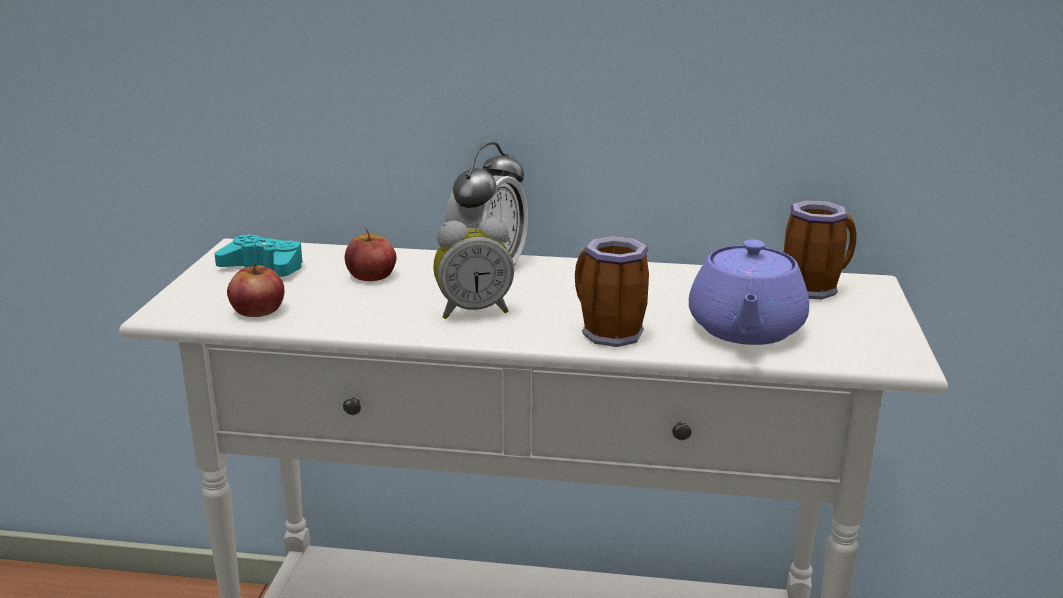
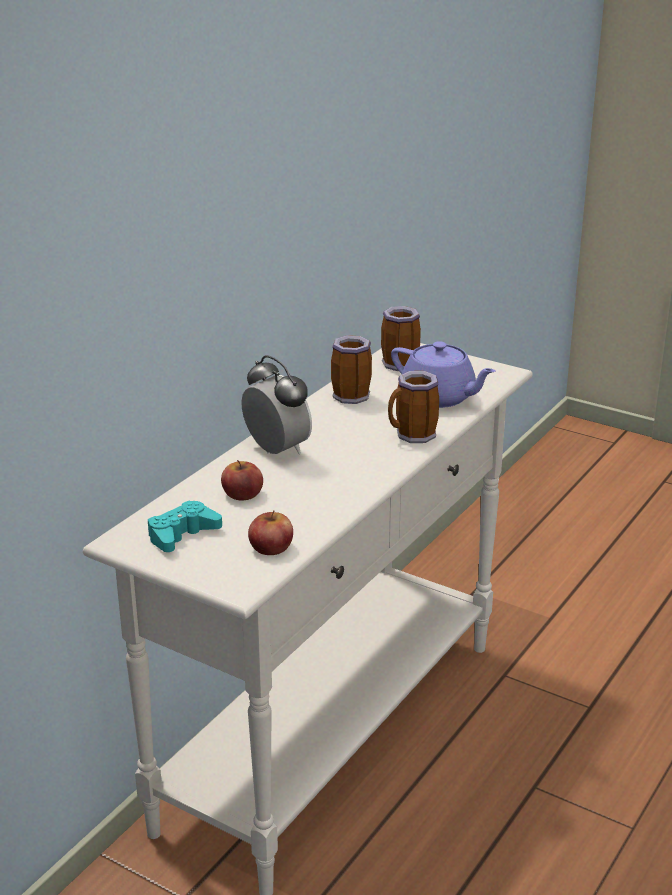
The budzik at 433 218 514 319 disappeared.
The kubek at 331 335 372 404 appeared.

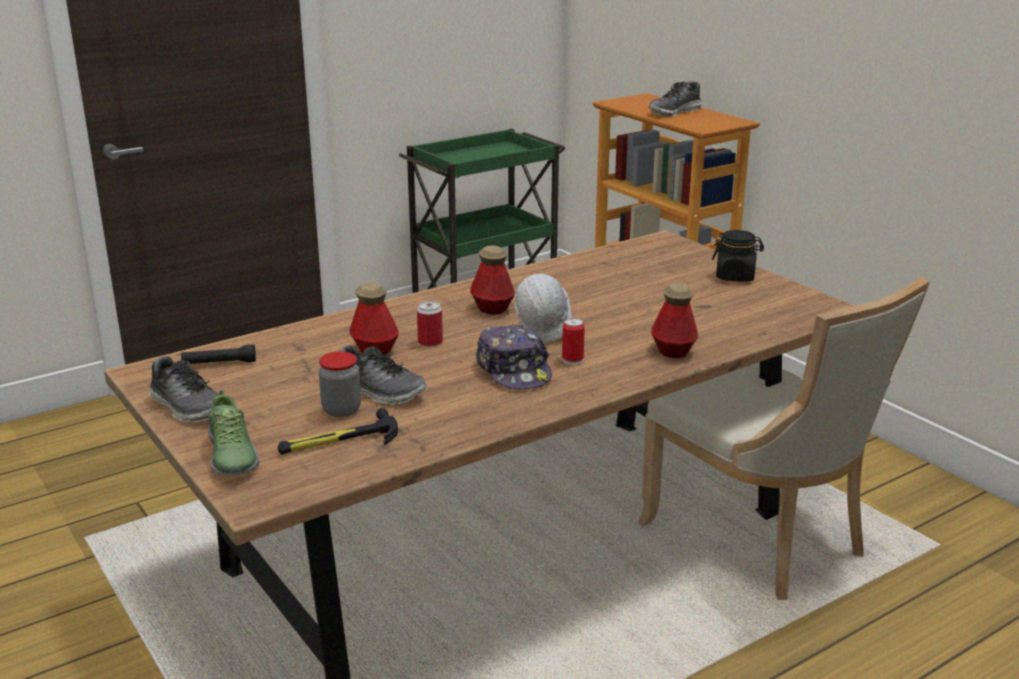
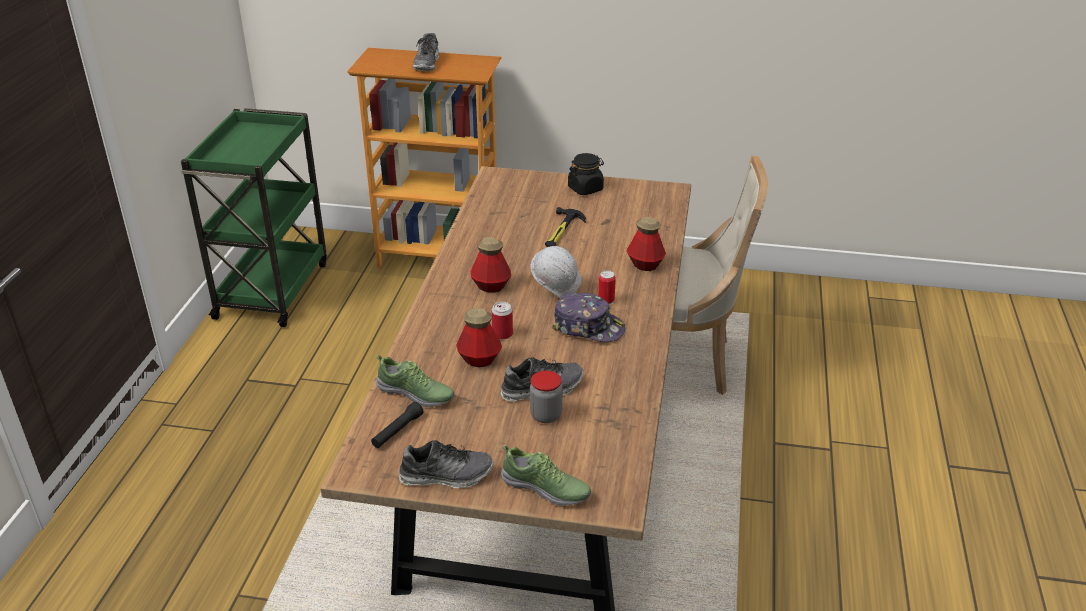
The but at 376 355 454 407 appeared.
The młotek moved from 278 408 398 455 to 545 207 586 247.

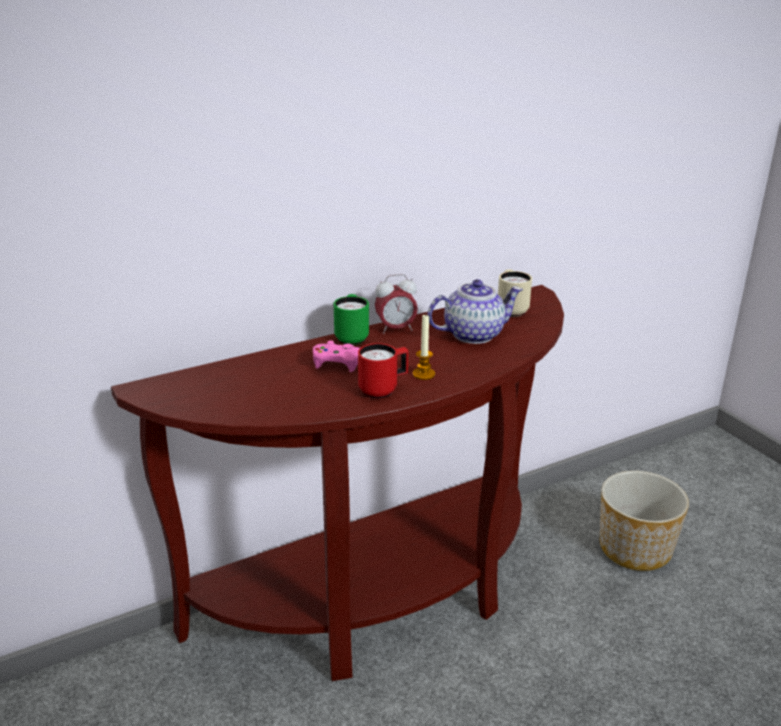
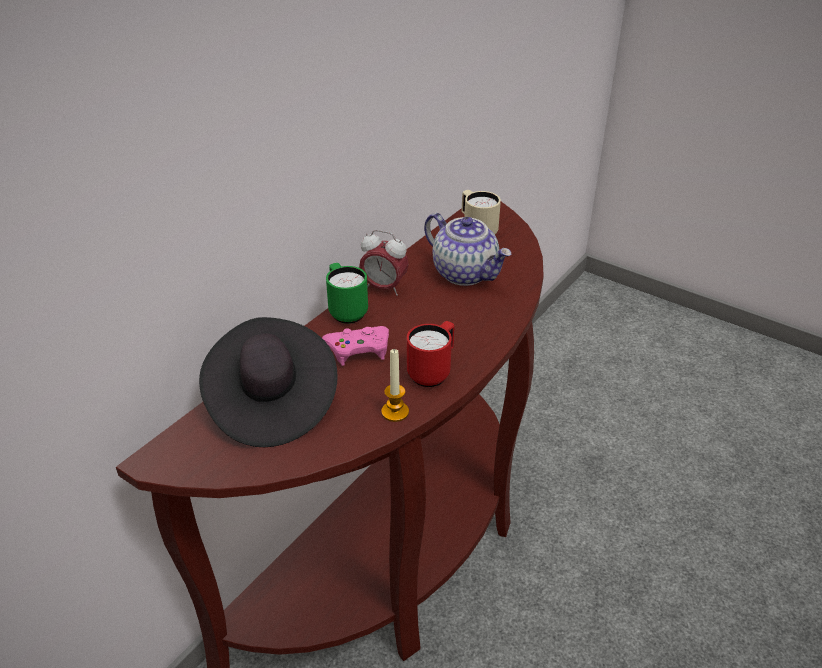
The donica at 600 471 689 571 disappeared.
The kapelusz/czarny at 199 317 338 447 appeared.
The świeca moved from 413 313 435 380 to 381 349 409 422.
The budzik at 375 274 418 334 turned 60 degrees clockwise.
The imbryk at 427 279 523 344 turned 90 degrees clockwise.

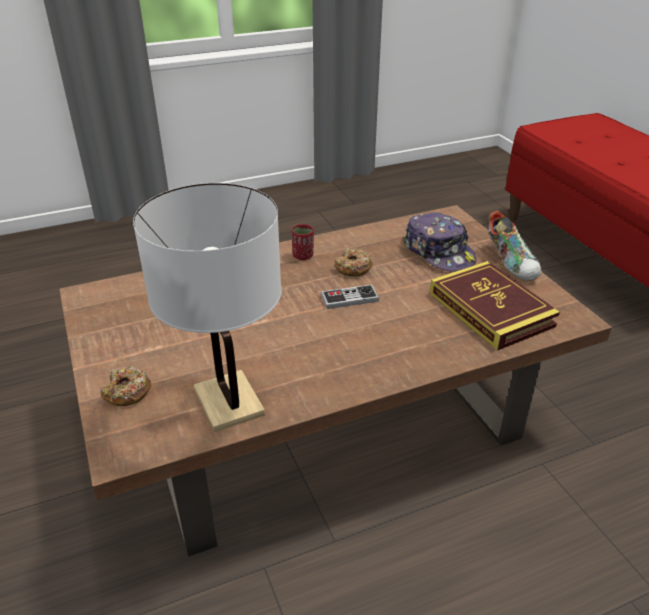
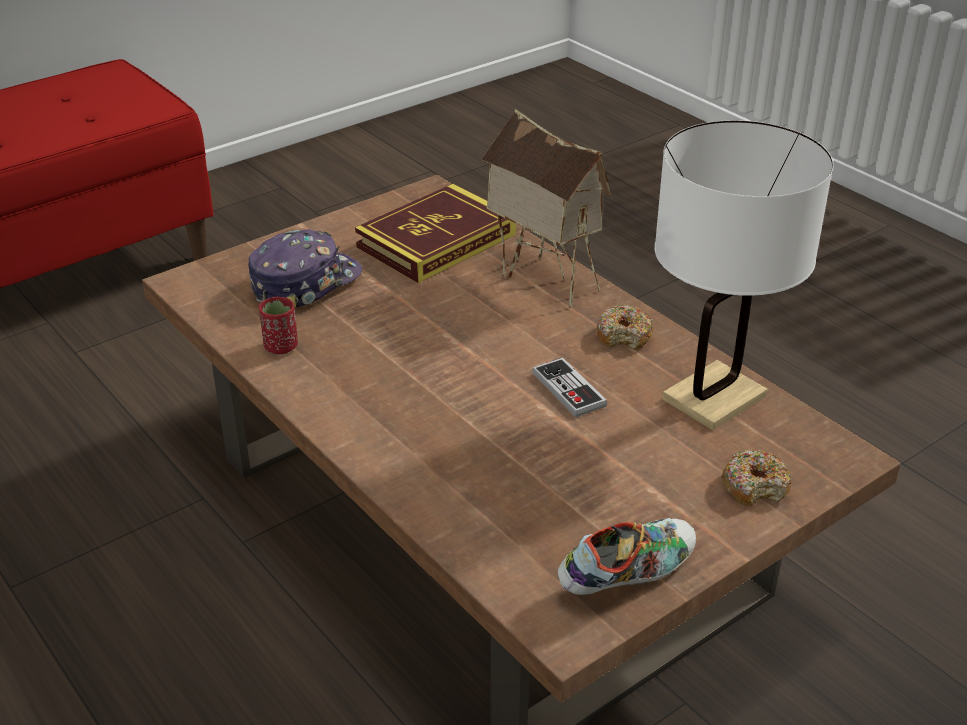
The domek at 481 109 611 308 appeared.
The filiżanka/czerwony moved from 292 224 314 260 to 259 297 298 354.
The pad do gier moved from 321 284 379 309 to 532 357 607 417.
The donut moved from 334 249 372 276 to 596 304 653 350.
The but moved from 489 211 542 281 to 558 518 696 595.

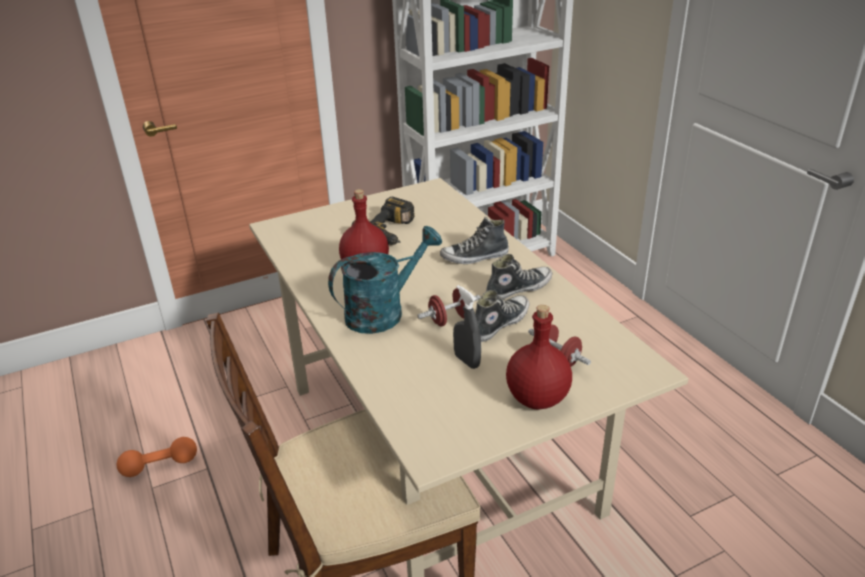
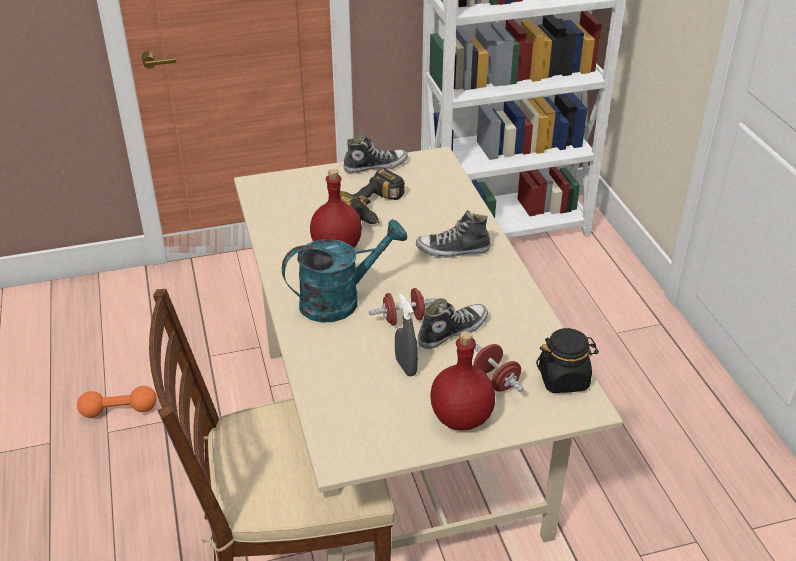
The słoik/czarny at 536 328 599 393 appeared.
The but moved from 486 254 552 300 to 343 133 408 173.

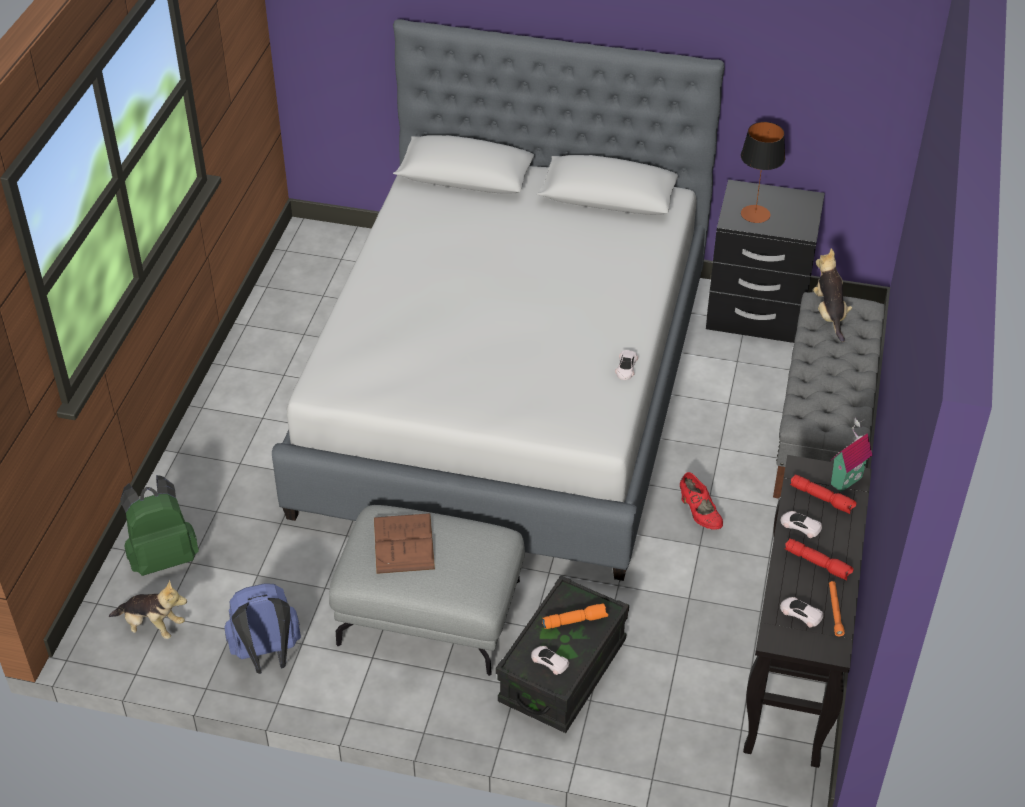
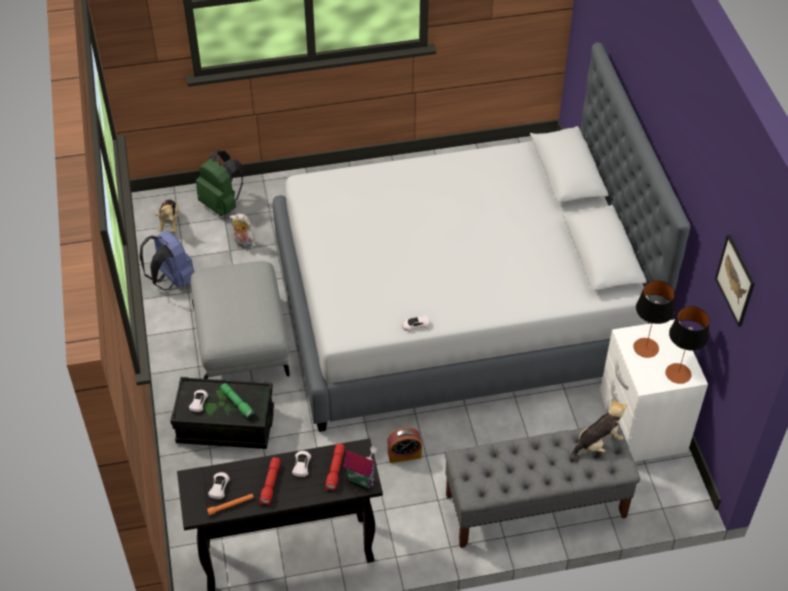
The książka/brązowy at 374 513 435 574 disappeared.
The pluszak at 229 213 256 249 appeared.
The lampa stołowa at 665 306 710 384 appeared.
The obraz at 715 235 755 327 appeared.
The but/czerwony at 680 472 723 530 was replaced by the budzik at 388 427 422 463.
The latarka/pomarańczowy at 542 603 608 629 became the latarka/zielony at 220 383 254 418.
The szafka nocna/czarny at 706 180 825 343 became the szafka nocna/biały at 600 319 708 462.

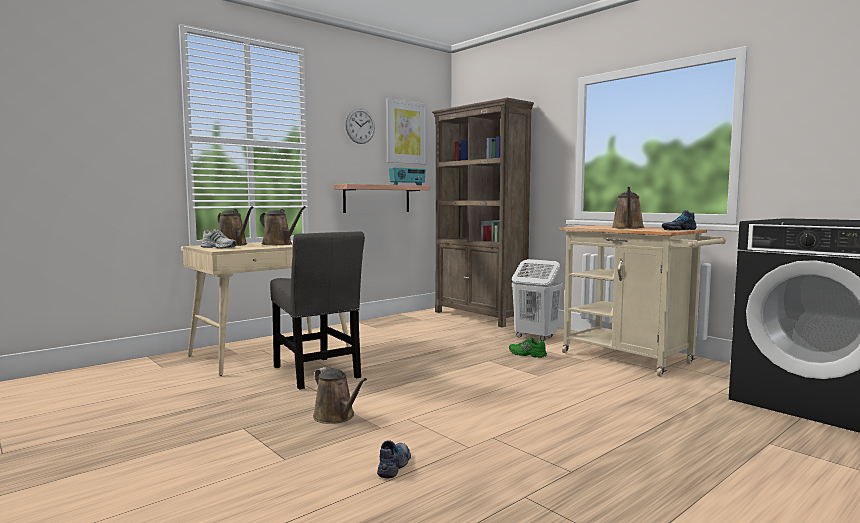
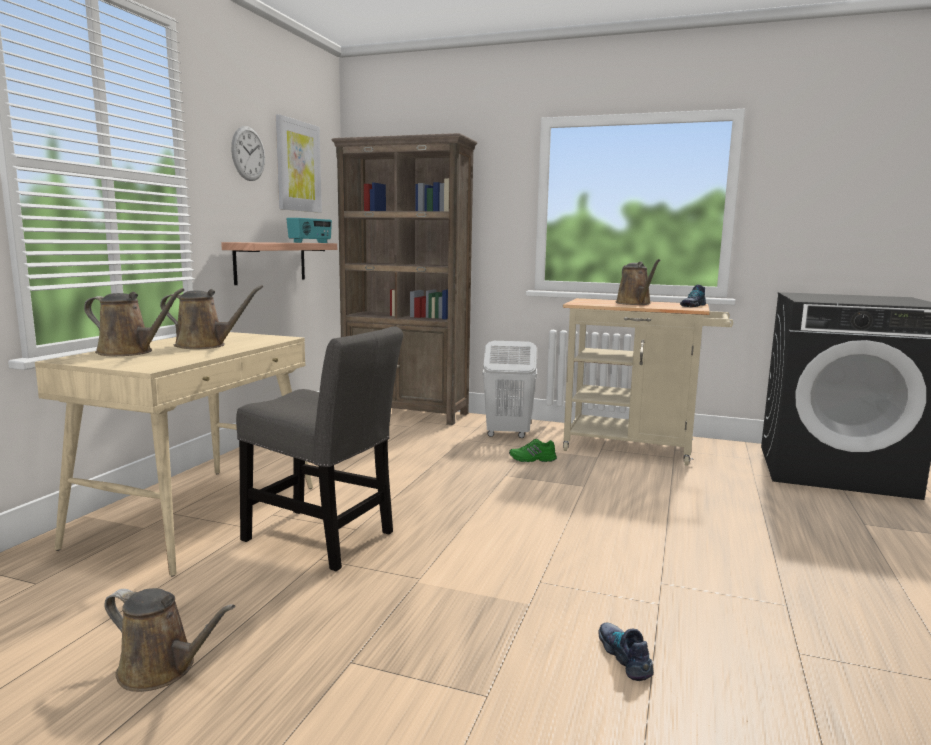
The but/biały at 201 229 236 248 disappeared.
The konewka/brązowy moved from 313 367 367 424 to 104 588 235 692.

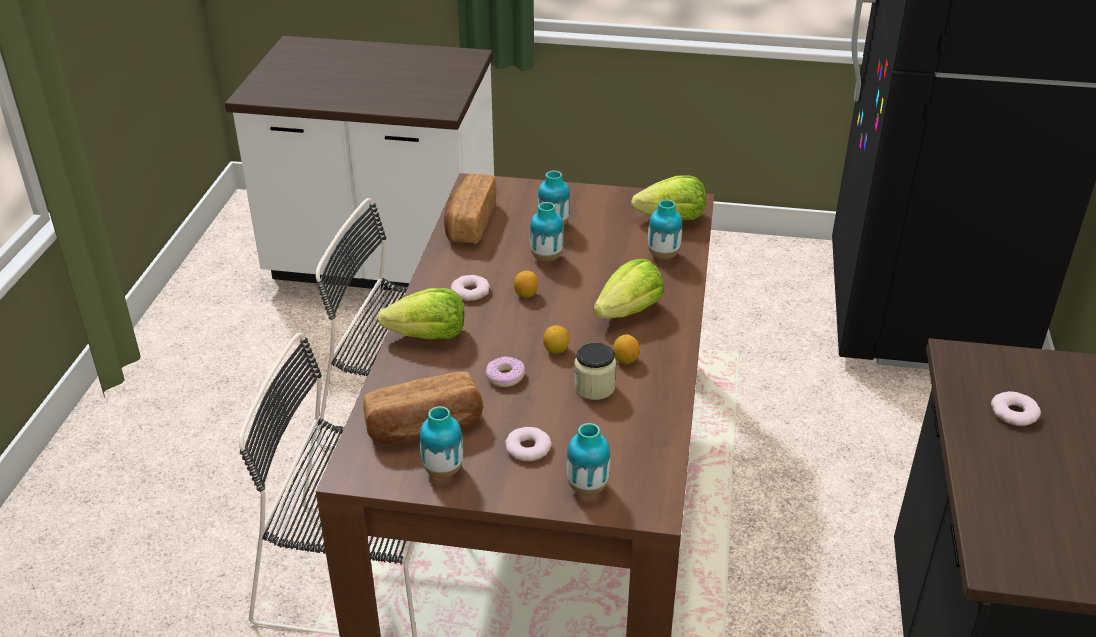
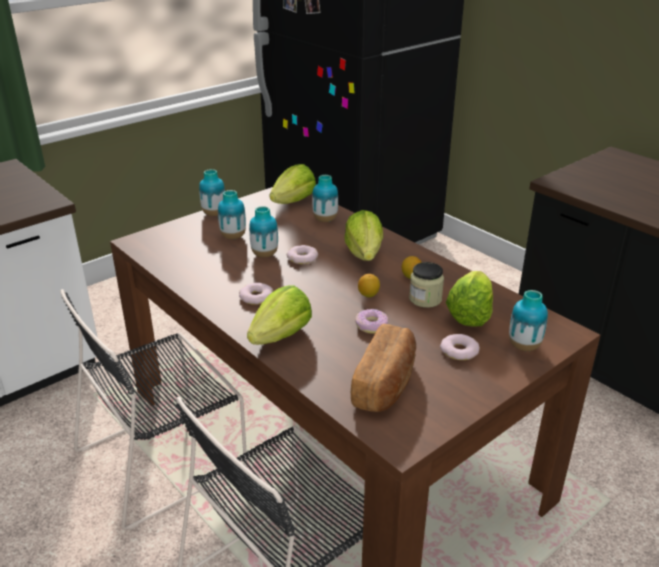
The chleb at 444 174 496 244 disappeared.
The cytryna at 514 271 538 298 disappeared.
The sałata at 446 271 493 327 appeared.
The wazon moved from 420 406 463 478 to 199 169 225 216.
The donut moved from 991 391 1041 426 to 287 245 318 264.

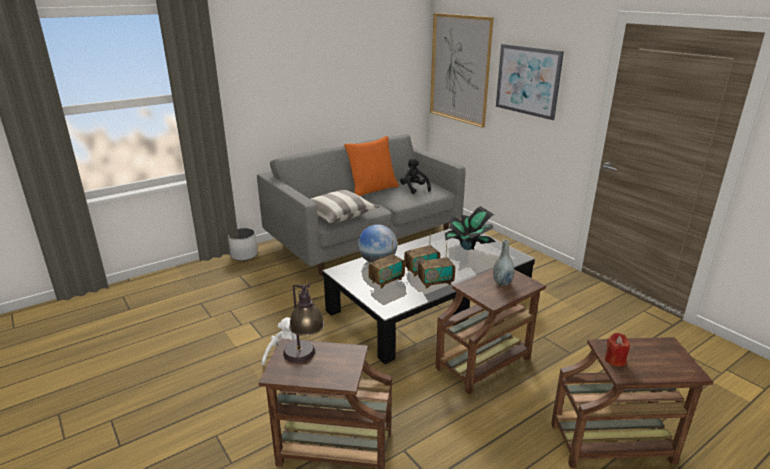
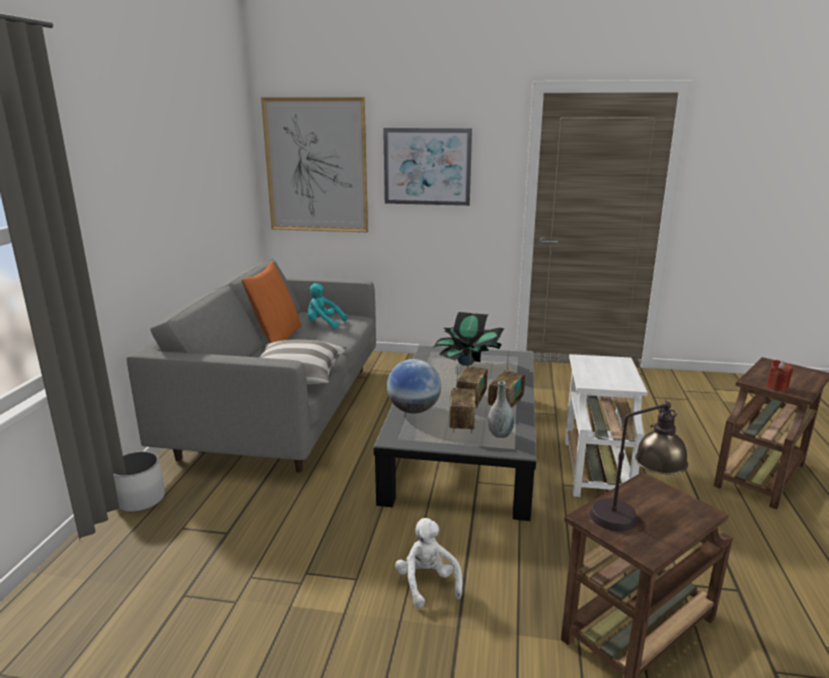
The wazon/szary moved from 493 239 515 286 to 488 381 514 438.
The pluszak/czarny at 400 158 431 194 became the pluszak/turkusowy at 308 283 347 328.
The stolik/brązowy at 435 269 546 395 became the stolik/biały at 565 354 648 497.

